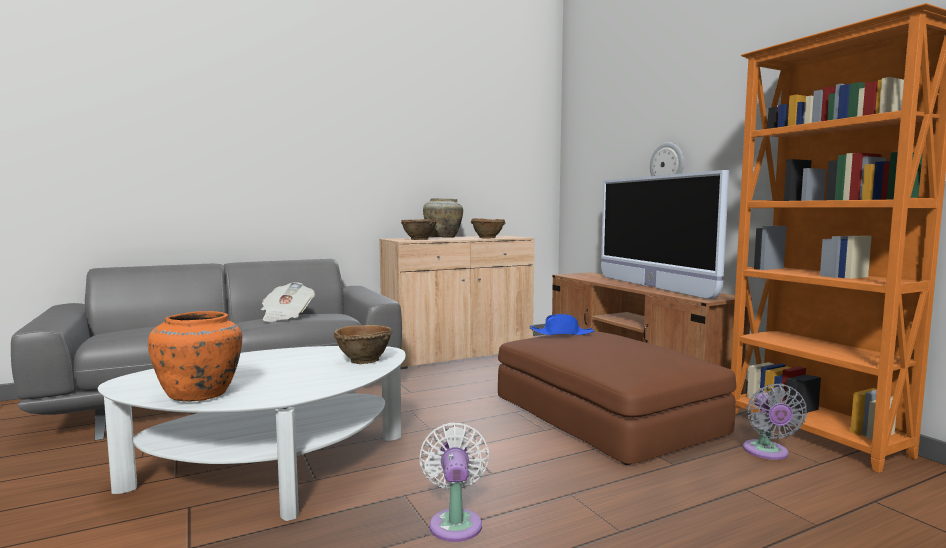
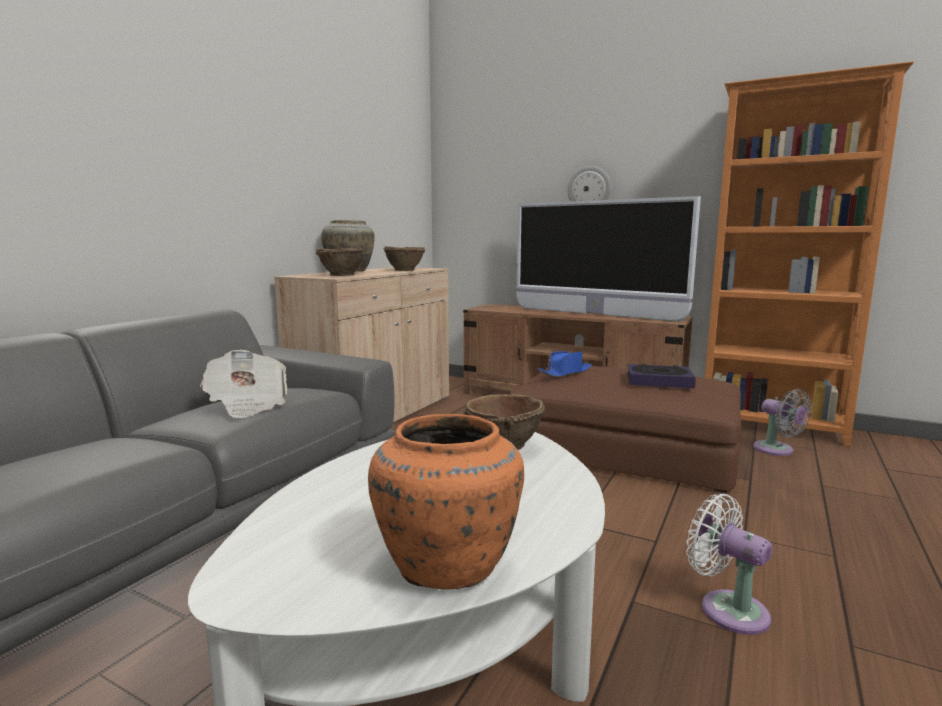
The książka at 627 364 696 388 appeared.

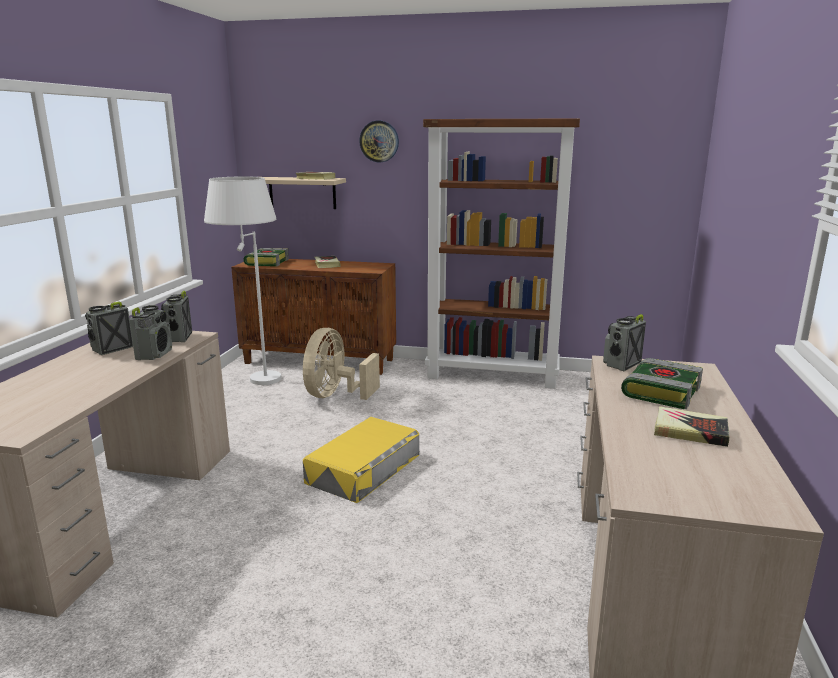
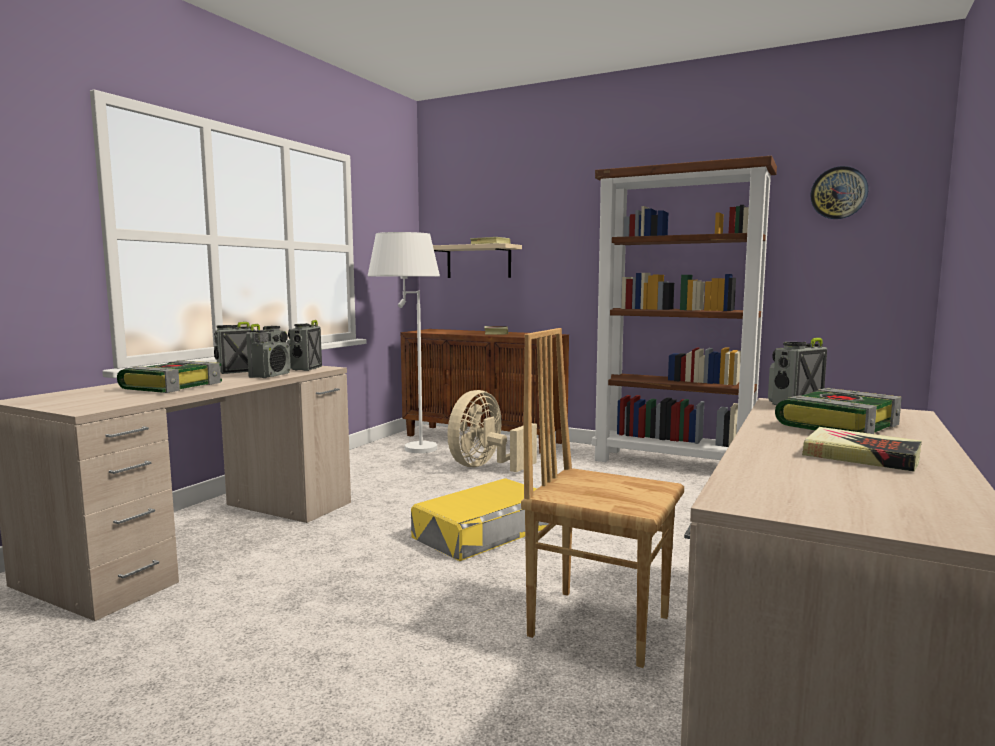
The krzesło/brązowy at 521 328 684 668 appeared.
The książka moved from 244 248 289 266 to 117 360 222 393.
The zegar ścienny moved from 359 121 399 162 to 811 166 868 219.

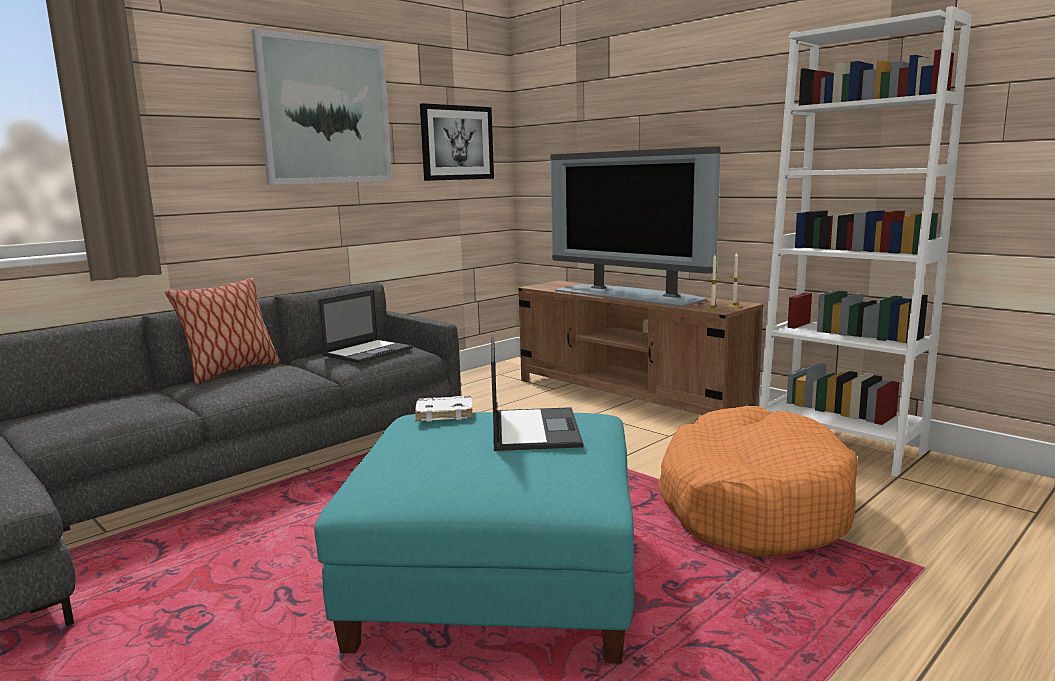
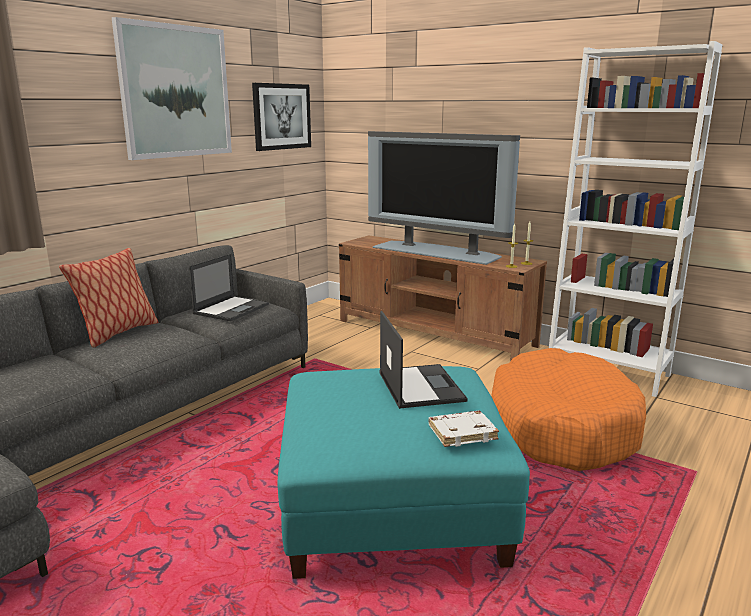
The książka/biały moved from 415 396 473 422 to 428 411 499 447.

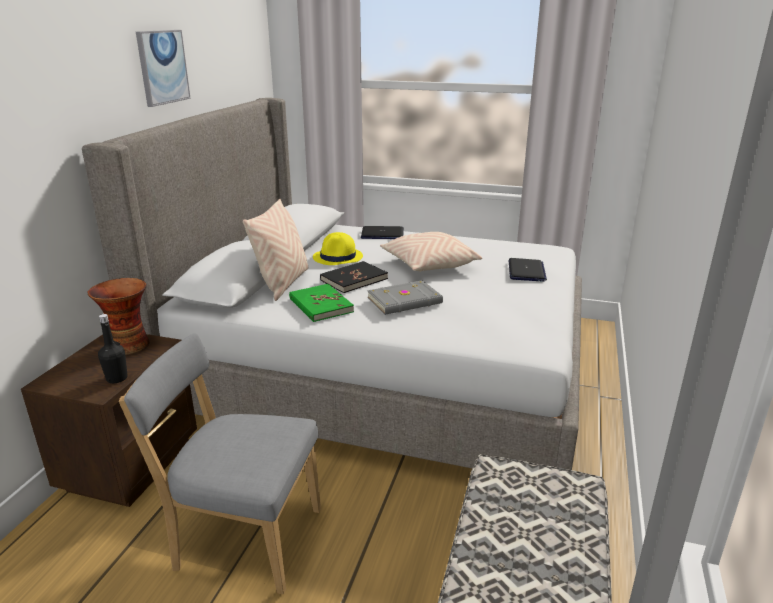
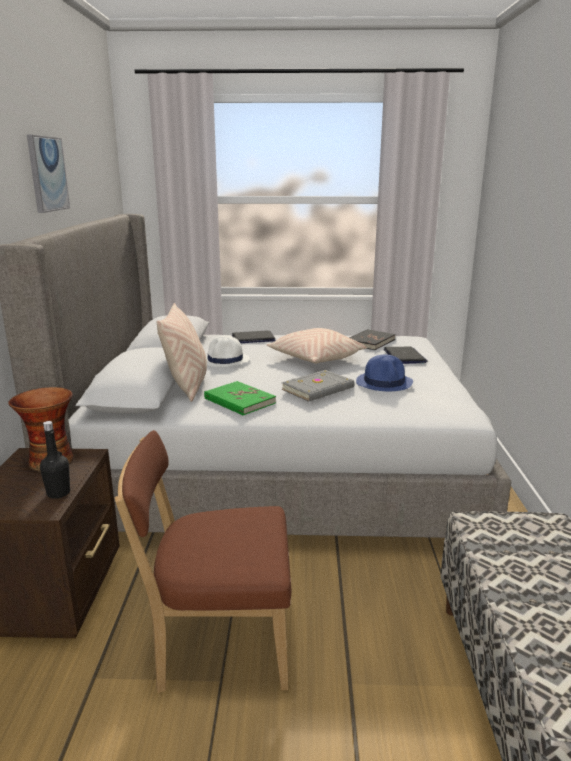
The kapelusz/niebieski at 356 354 413 391 appeared.
The książka/czarny moved from 320 261 388 293 to 349 329 396 350.
The krzesło/szary at 119 333 321 594 became the krzesło/brązowy at 115 430 291 693.
The kapelusz/żółty at 313 232 363 265 became the kapelusz/biały at 206 336 250 367.

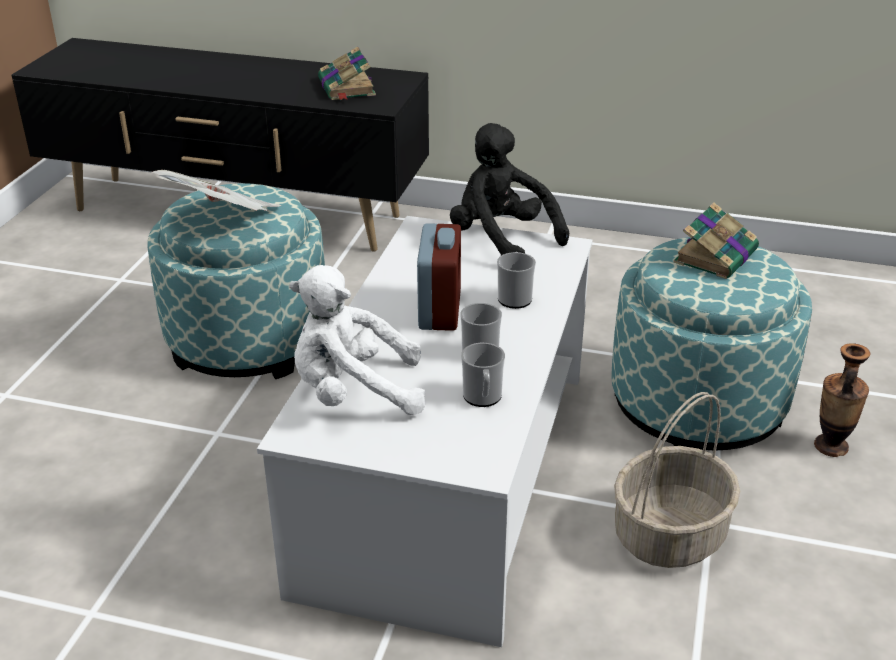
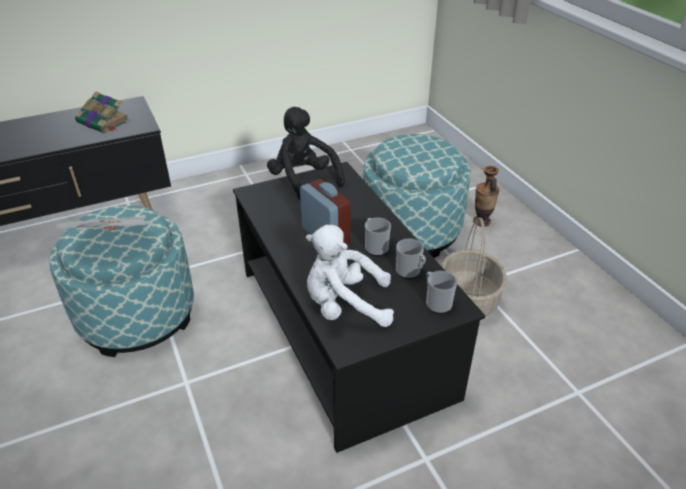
The książka at 674 202 759 279 disappeared.
The kubek moved from 497 252 536 309 to 426 271 457 314.
The ława/biały at 257 216 593 647 became the ława/czarny at 233 162 485 453.
The pluszak/biały at 289 265 425 415 turned 45 degrees clockwise.
The pluszak/czarny at 450 123 569 256 turned 45 degrees clockwise.

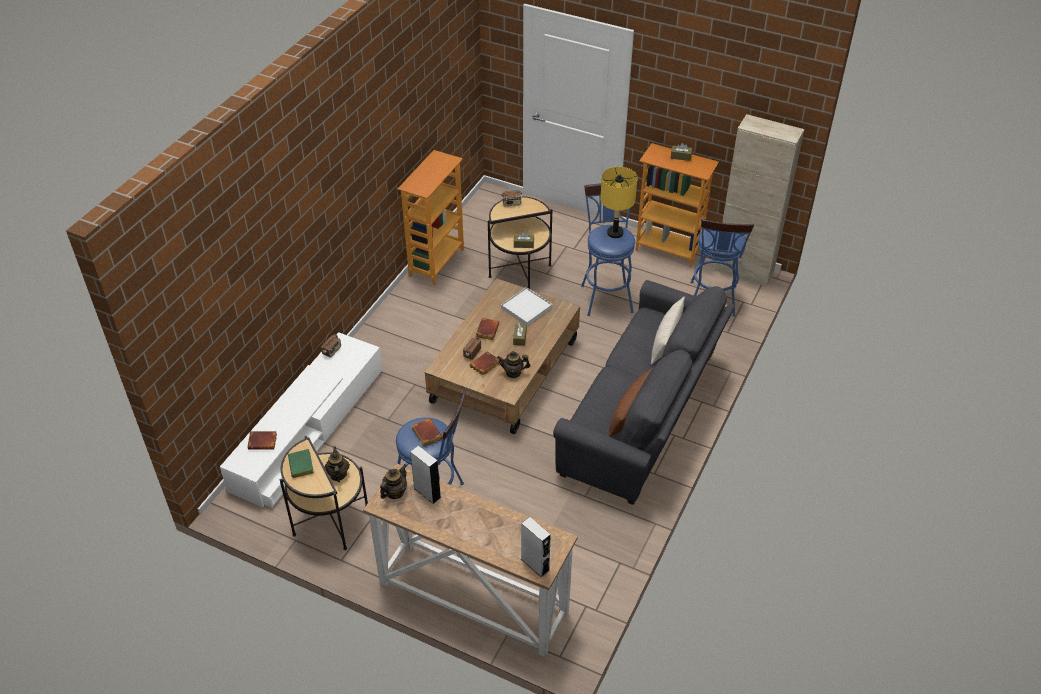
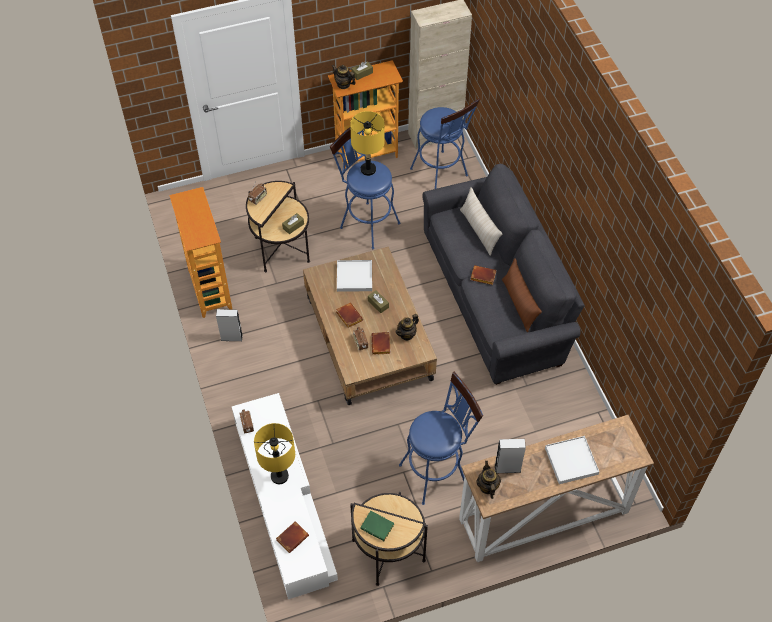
The lampa stołowa/żółty at 254 423 295 484 appeared.
The taca/biały at 545 436 599 484 appeared.
The imbryk moved from 325 447 350 482 to 332 65 356 89.
The książka/brązowy moved from 412 418 443 446 to 470 265 497 285.
The głośnik/szary moved from 521 517 551 578 to 216 309 243 341.

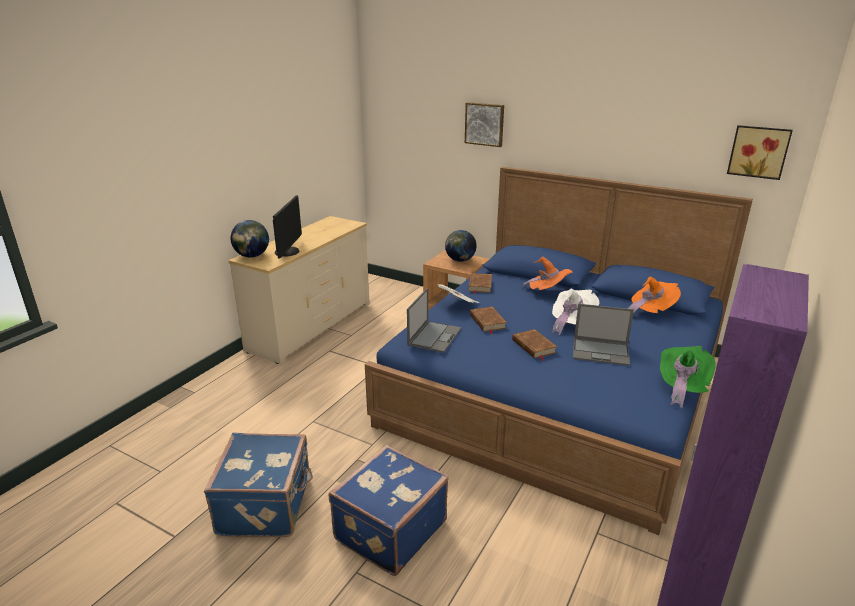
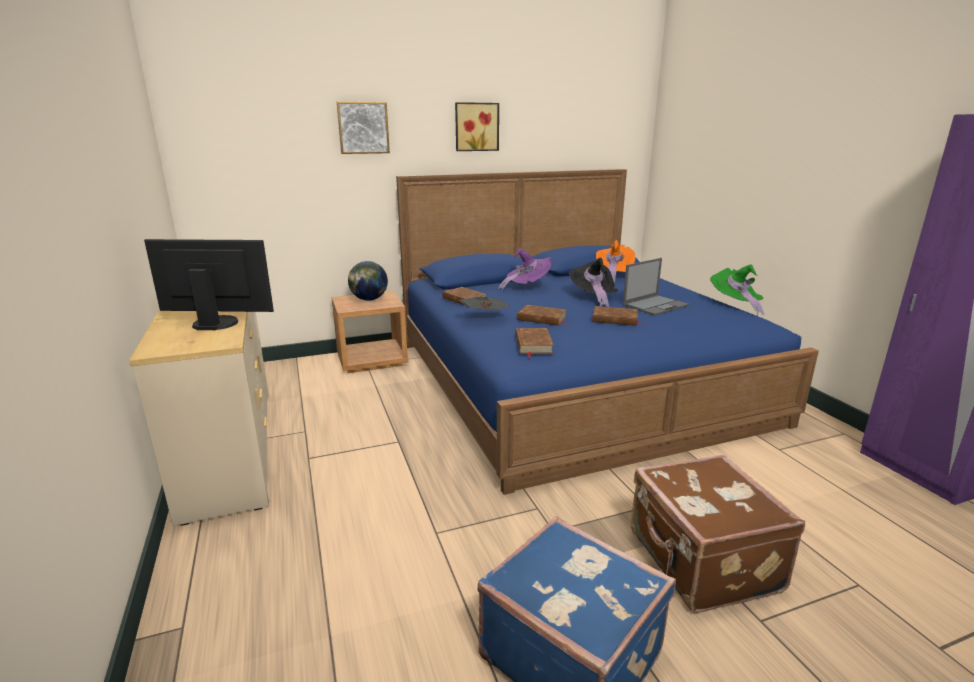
The globus at 231 220 269 258 disappeared.
The obraz moved from 727 125 793 180 to 455 102 499 151.
The laptop at 407 288 461 353 was replaced by the książka/brązowy at 515 328 554 357.
The walizka/niebieski at 328 445 449 576 became the walizka/brązowy at 631 455 805 613.
The kapelusz/pomarańczowy at 521 256 573 290 became the kapelusz/fioletowy at 498 248 552 290.
The kapelusz/biały at 552 289 599 335 became the kapelusz/czarny at 569 258 618 307.
The monitor at 273 195 302 259 turned 45 degrees counterclockwise.

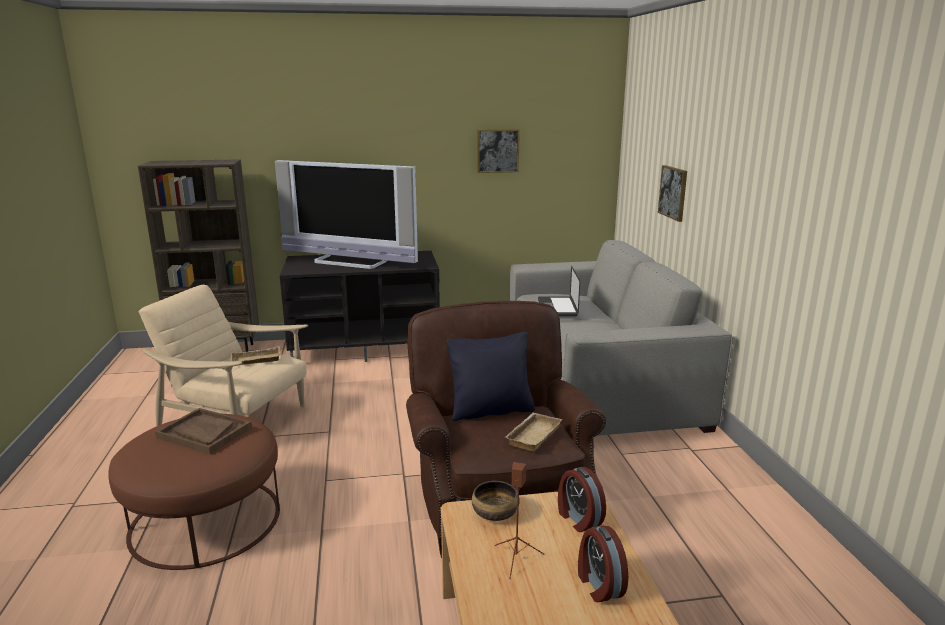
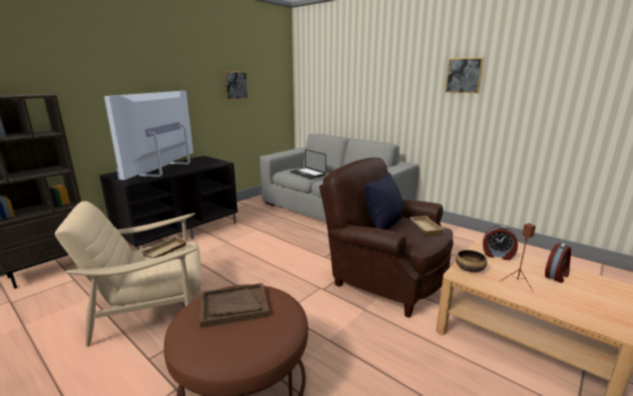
The obraz moved from 658 165 687 222 to 445 57 484 93.
The telewizor at 275 160 418 269 turned 120 degrees clockwise.
The budzik at 578 526 628 602 turned 75 degrees counterclockwise.

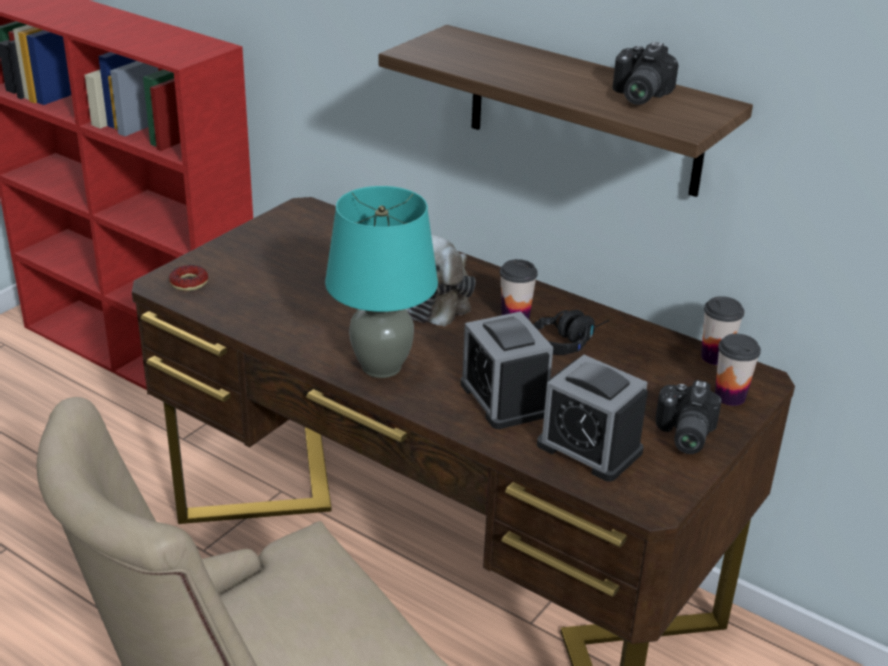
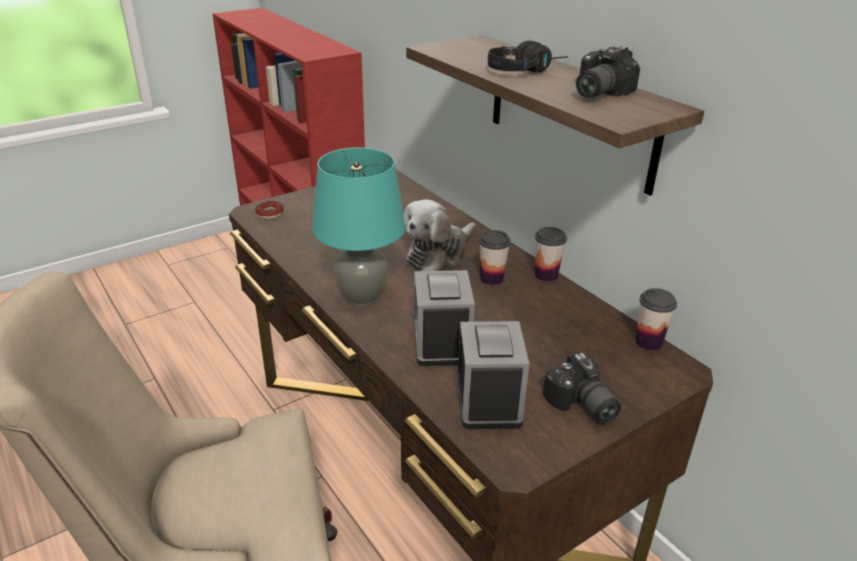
The słuchawki/czarny moved from 534 310 610 355 to 488 40 568 73.
The filiżanka moved from 715 334 761 406 to 535 227 567 282.
The budzik at 537 355 648 482 turned 150 degrees counterclockwise.
The aparat fotograficzny at 655 380 722 454 turned 60 degrees counterclockwise.

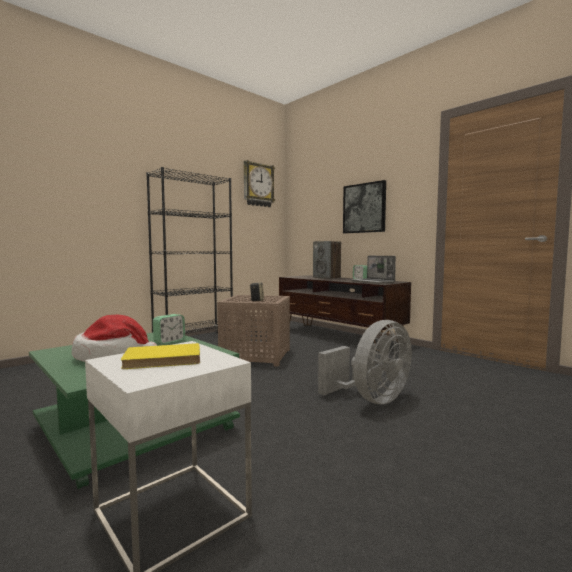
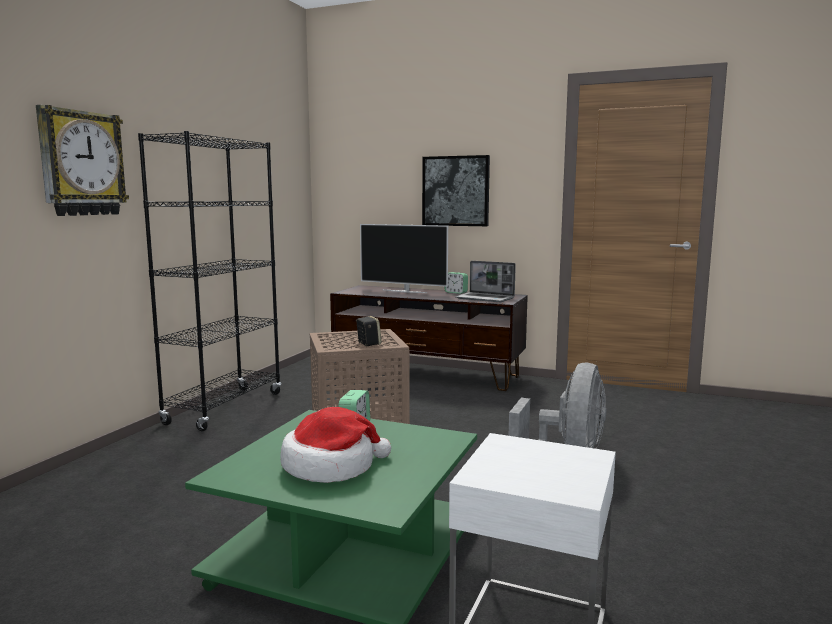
The książka/żółty at 121 343 200 369 disappeared.
The zegar ścienny moved from 244 160 275 207 to 36 105 129 216.
The głośnik at 313 241 341 279 was replaced by the telewizor at 360 224 448 293.

